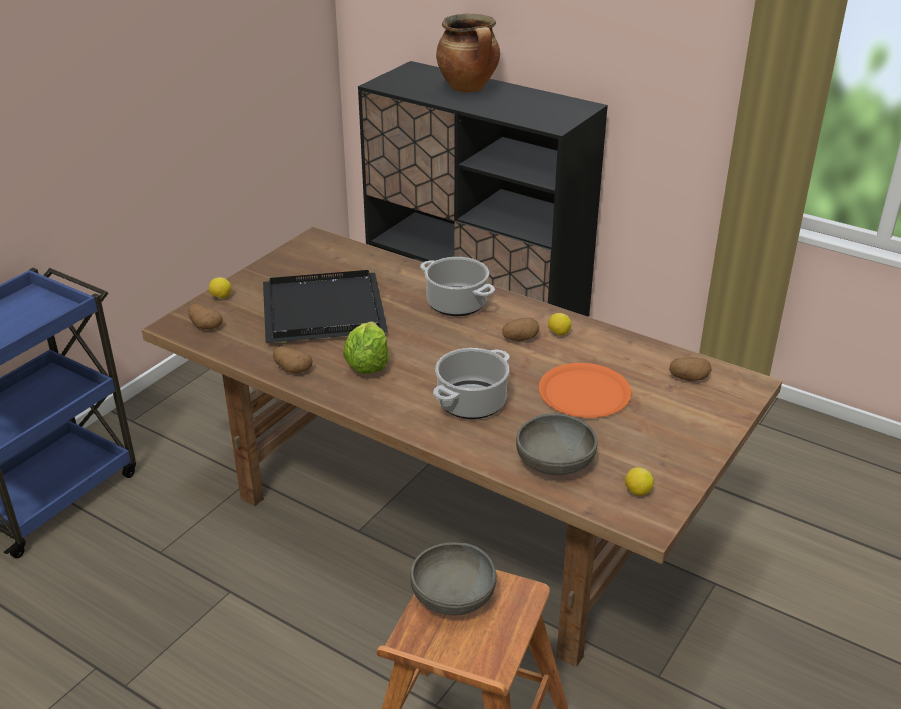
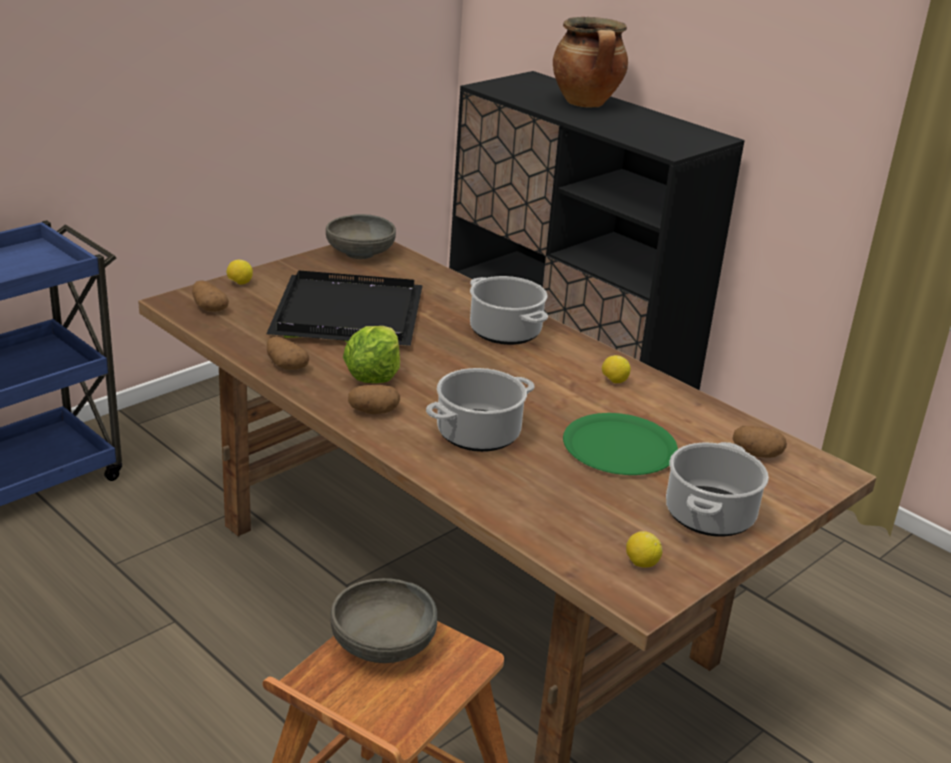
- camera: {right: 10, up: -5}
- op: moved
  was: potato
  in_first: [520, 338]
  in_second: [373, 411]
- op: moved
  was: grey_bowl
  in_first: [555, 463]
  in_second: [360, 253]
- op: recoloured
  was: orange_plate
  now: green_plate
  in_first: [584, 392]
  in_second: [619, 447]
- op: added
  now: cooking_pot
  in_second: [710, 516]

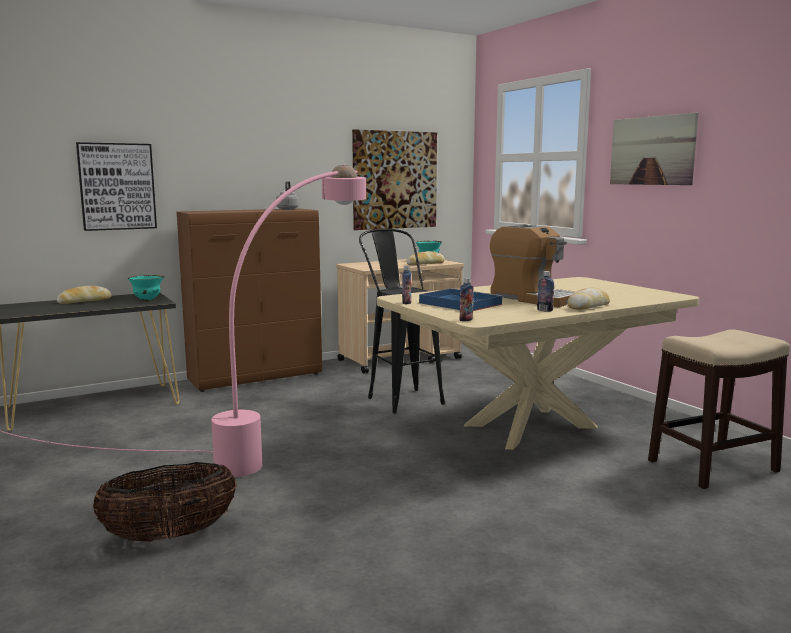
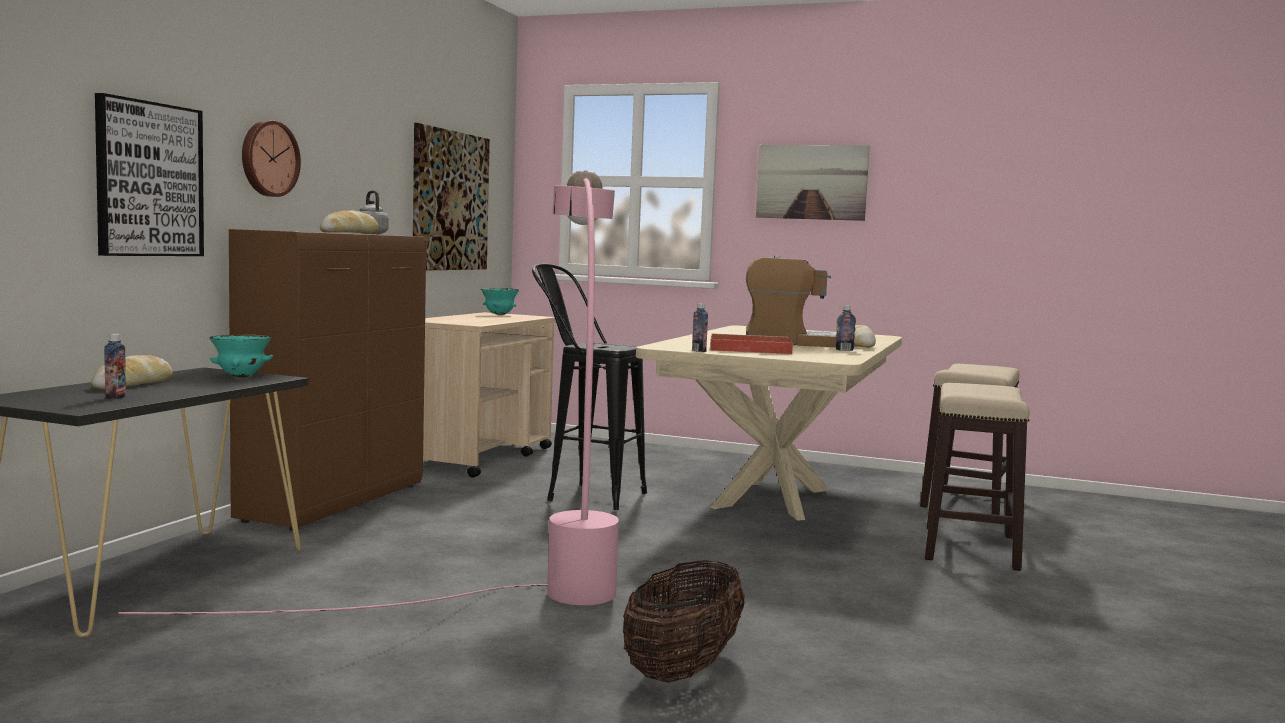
- camera: {right: -40, up: -5}
- op: moved
  was: bread
  in_first: [425, 264]
  in_second: [349, 233]
- op: recoloured
  was: blue_tray
  now: red_tray
  in_first: [458, 303]
  in_second: [748, 349]
- op: moved
  was: bottle
  in_first: [466, 320]
  in_second: [115, 397]
- op: added
  now: wall_clock
  in_second: [268, 158]
- op: added
  now: stool
  in_second: [970, 548]

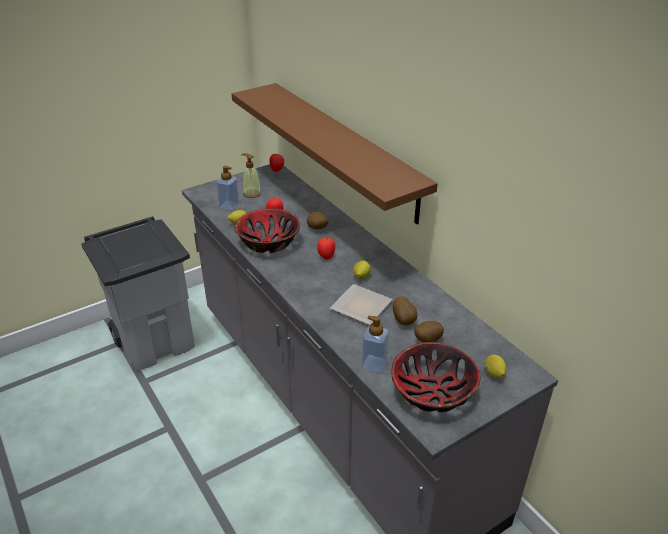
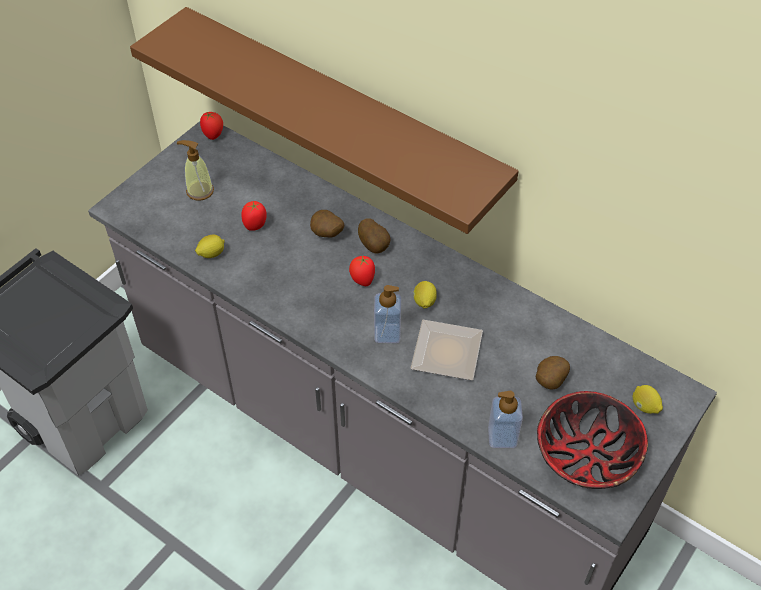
- camera: {right: -20, up: 15}
- op: moved
  was: soap_dispenser
  in_first: [229, 206]
  in_second: [387, 333]
- op: removed
  was: bowl
  in_first: [268, 242]
- op: moved
  was: potato
  in_first: [404, 320]
  in_second: [374, 245]

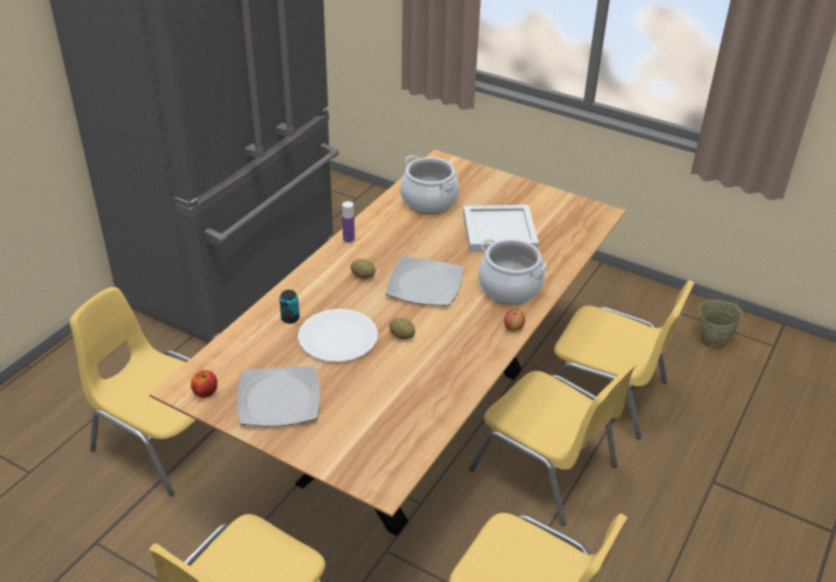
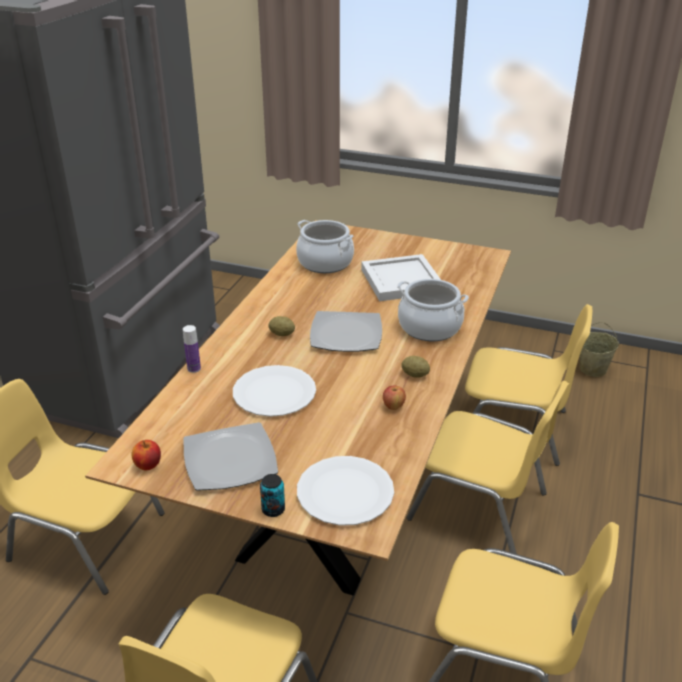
- camera: {right: -10, up: -5}
- op: moved
  was: can
  in_first: [290, 318]
  in_second: [273, 509]
- op: moved
  was: bottle
  in_first: [348, 239]
  in_second: [194, 368]
- op: moved
  was: potato
  in_first: [402, 336]
  in_second: [415, 375]
- op: moved
  was: apple
  in_first: [513, 328]
  in_second: [393, 406]
- op: added
  now: white_plate
  in_second: [345, 492]

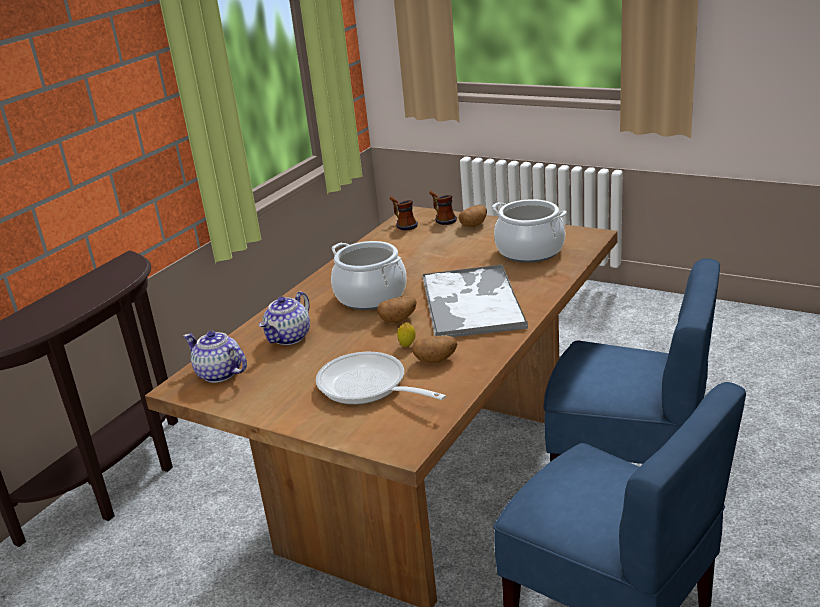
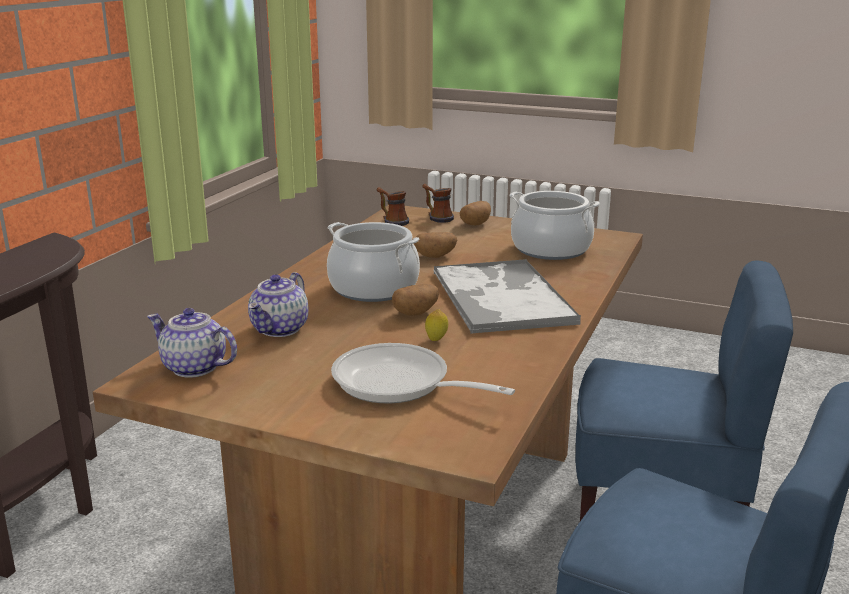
- camera: {right: -10, up: -5}
- op: moved
  was: potato
  in_first: [435, 360]
  in_second: [435, 256]

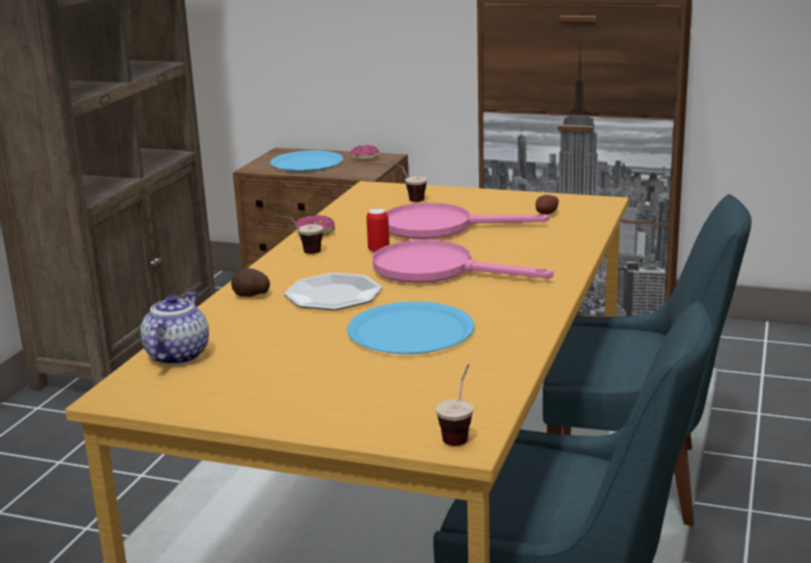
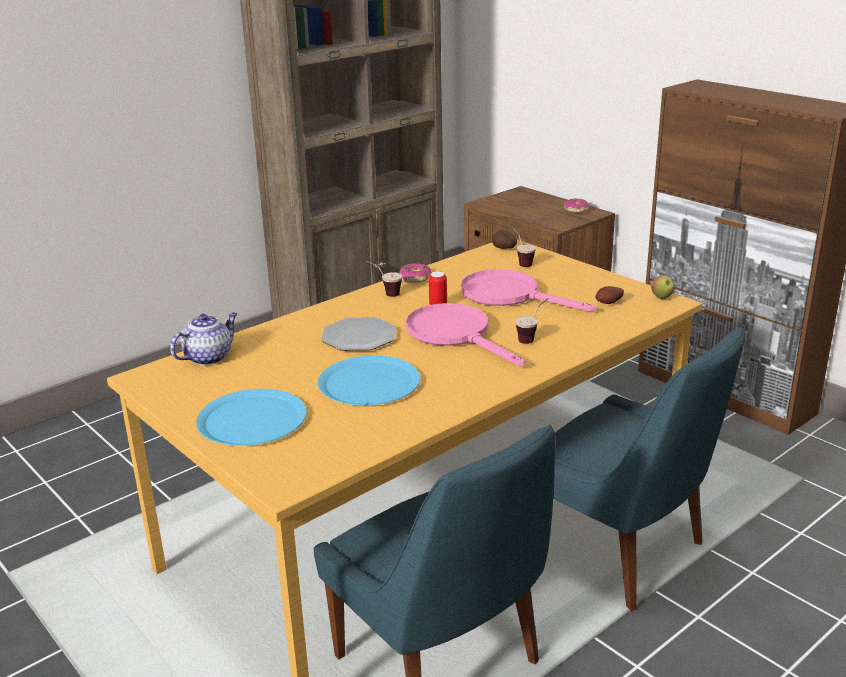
- camera: {right: 30, up: 5}
- op: moved
  was: potato
  in_first: [251, 295]
  in_second: [504, 248]
- op: moved
  was: blue_plate
  in_first: [306, 163]
  in_second: [252, 419]
- op: moved
  was: cup
  in_first: [459, 433]
  in_second: [532, 338]
- op: added
  now: apple
  in_second: [662, 298]

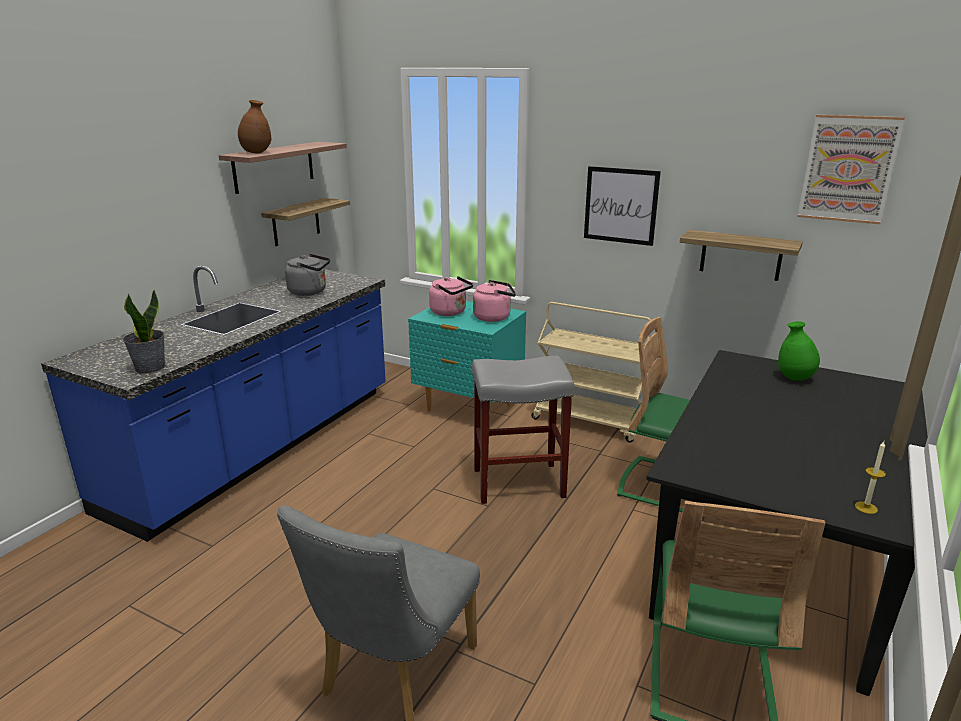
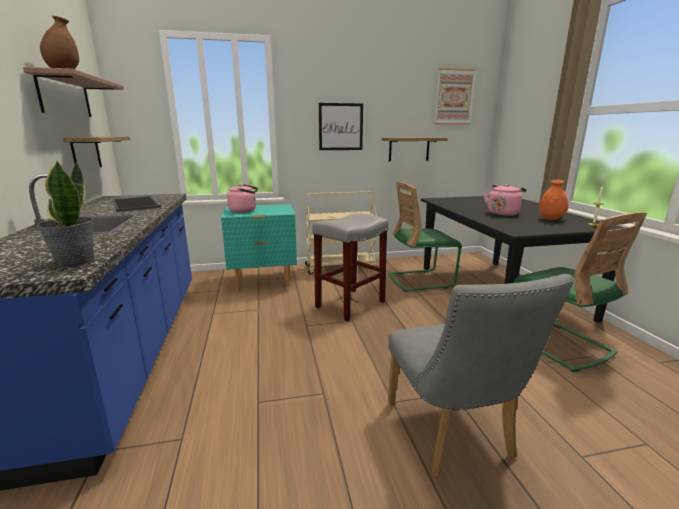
- camera: {right: -40, up: -5}
- op: replaced
  was: grey_kettle
  now: tray
  in_first: [310, 292]
  in_second: [137, 204]
- op: moved
  was: pink_kettle
  in_first: [494, 317]
  in_second: [503, 213]
- op: removed
  was: green_vase
  in_first: [794, 378]
- op: added
  now: orange_vase
  in_second: [550, 219]

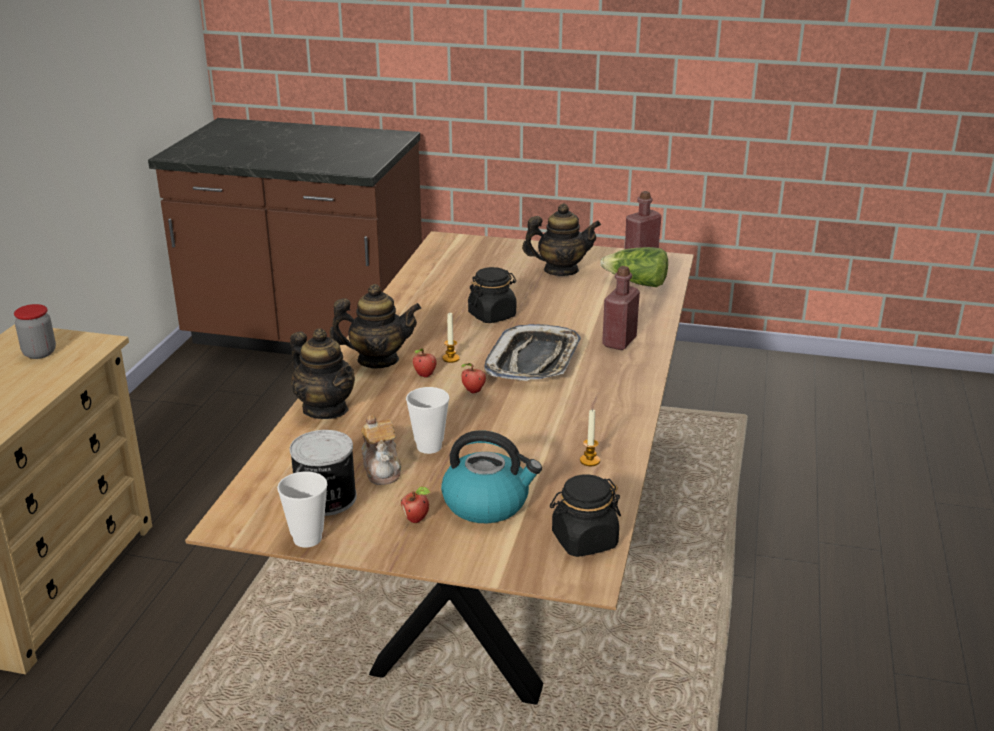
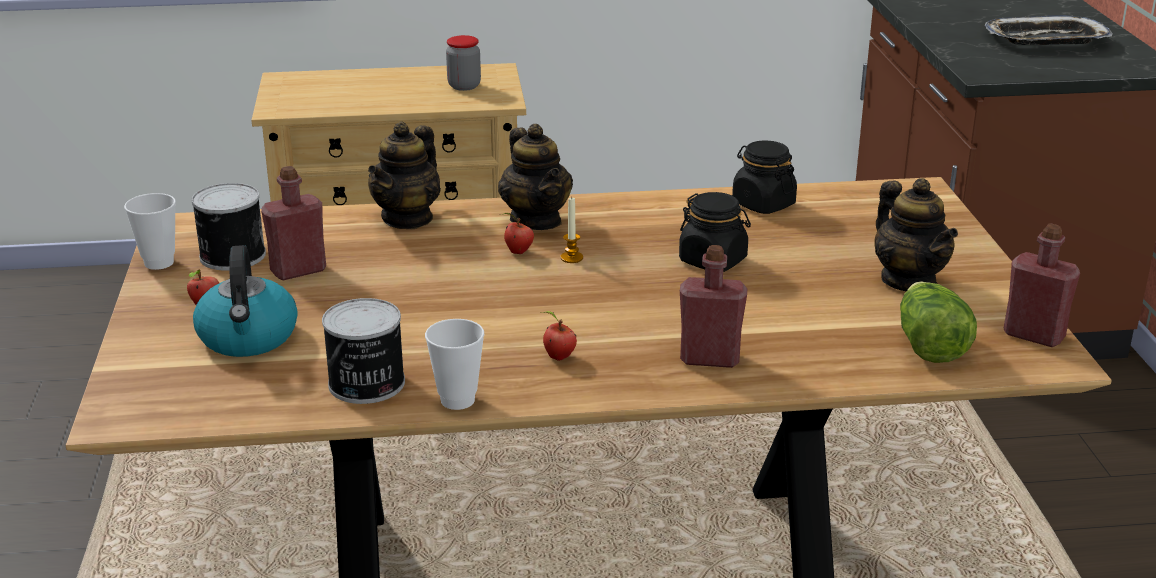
- camera: {right: 70, up: 0}
- op: replaced
  was: teapot
  now: red_bottle
  in_first: [382, 469]
  in_second: [298, 270]
- op: moved
  was: cup
  in_first: [429, 447]
  in_second: [457, 400]
- op: moved
  was: apple
  in_first: [473, 391]
  in_second: [557, 357]
- op: moved
  was: tray
  in_first: [534, 361]
  in_second: [1045, 40]
- op: moved
  was: black_jar
  in_first: [584, 541]
  in_second: [763, 204]
- op: replaced
  was: candle
  now: can
  in_first: [590, 461]
  in_second: [366, 384]

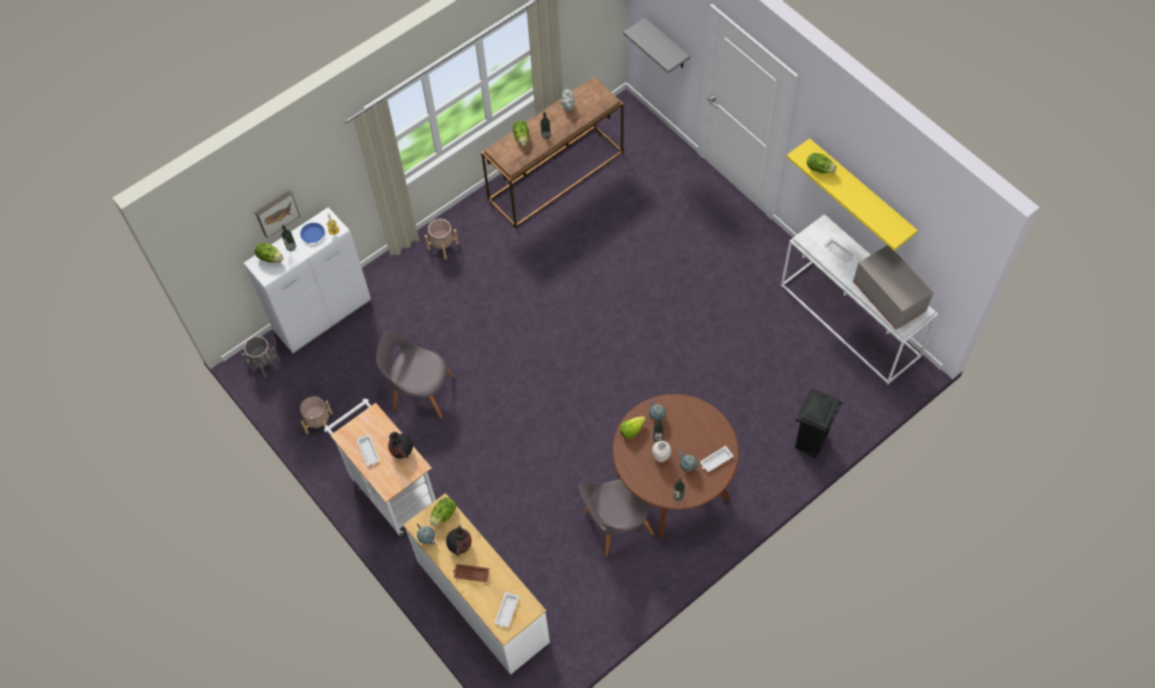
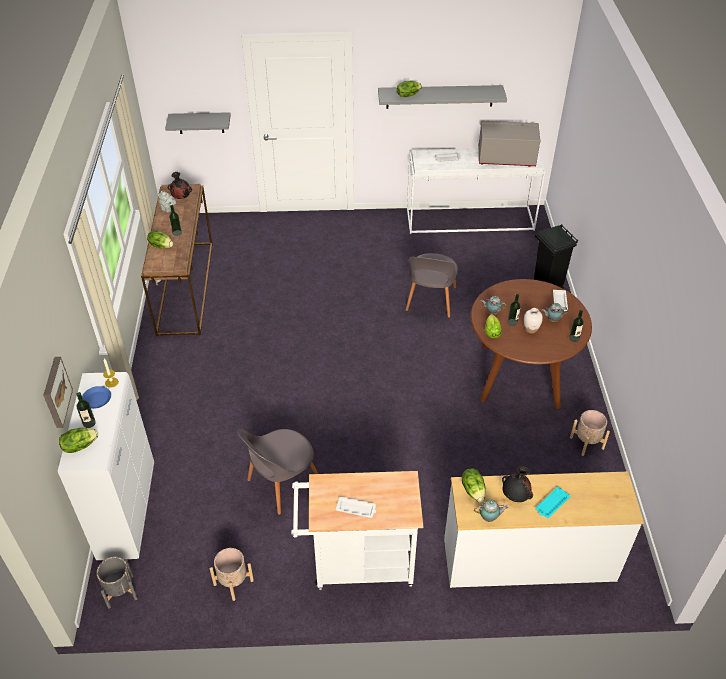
- camera: {right: -55, up: -15}
- op: moved
  was: black_vase
  in_first: [401, 450]
  in_second: [181, 197]
- op: moved
  was: beige_planter
  in_first: [443, 246]
  in_second: [587, 443]
- op: recoloured
  was: brown_tray
  now: turquoise_tray
  in_first: [471, 574]
  in_second: [551, 504]
- op: removed
  was: white_tray
  in_first: [506, 611]
- op: moved
  was: grey_chair
  in_first: [615, 524]
  in_second: [430, 301]
- op: recoloured
  was: yellow_shelf
  now: grey_shelf
  in_first: [860, 191]
  in_second: [439, 96]

